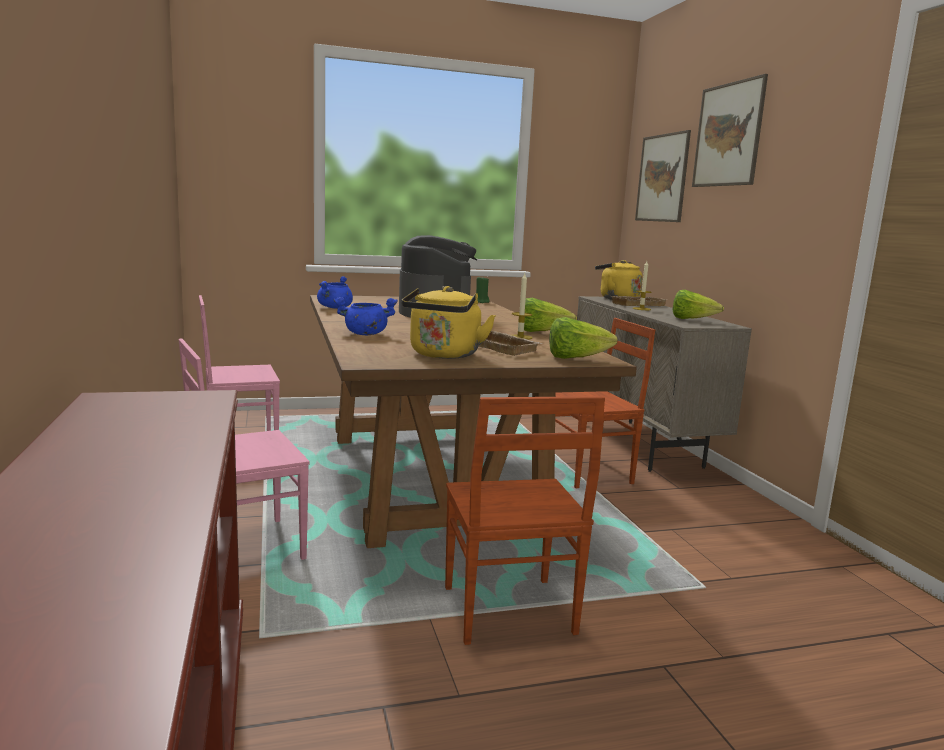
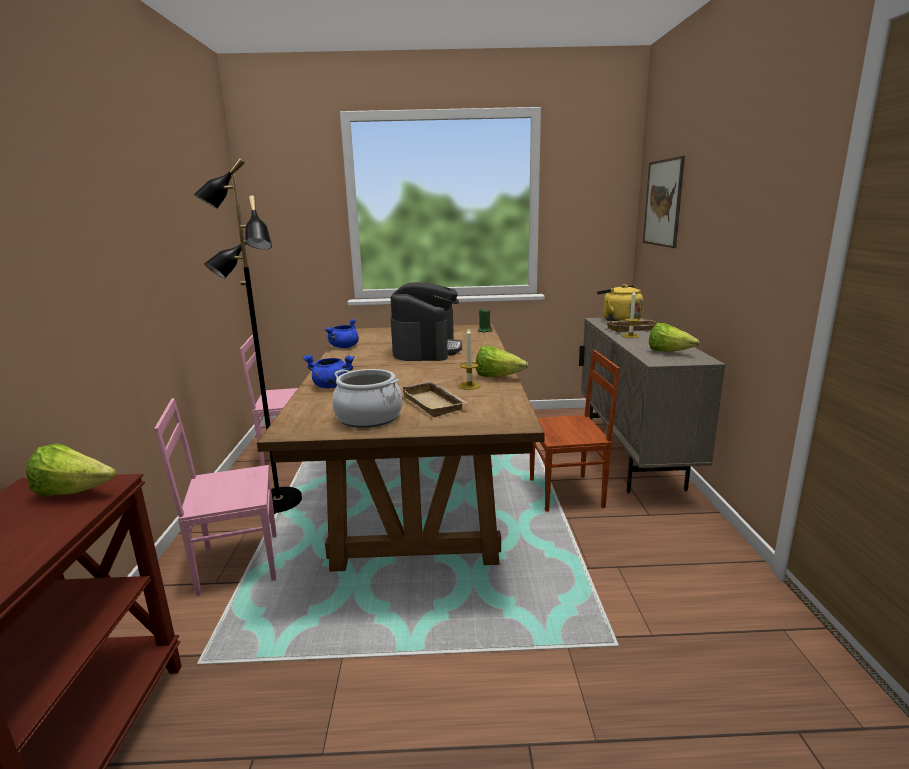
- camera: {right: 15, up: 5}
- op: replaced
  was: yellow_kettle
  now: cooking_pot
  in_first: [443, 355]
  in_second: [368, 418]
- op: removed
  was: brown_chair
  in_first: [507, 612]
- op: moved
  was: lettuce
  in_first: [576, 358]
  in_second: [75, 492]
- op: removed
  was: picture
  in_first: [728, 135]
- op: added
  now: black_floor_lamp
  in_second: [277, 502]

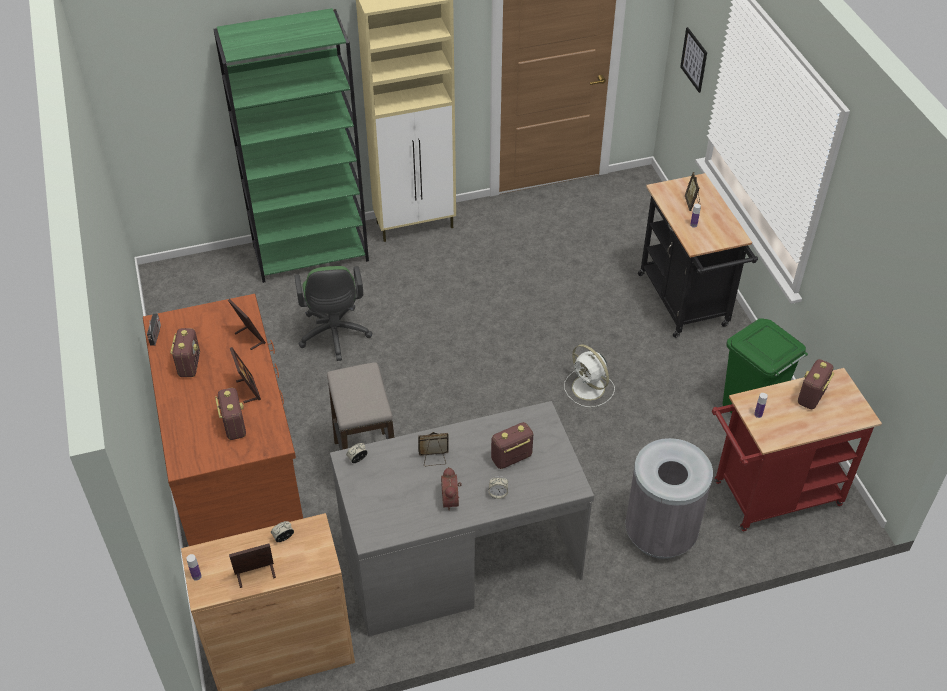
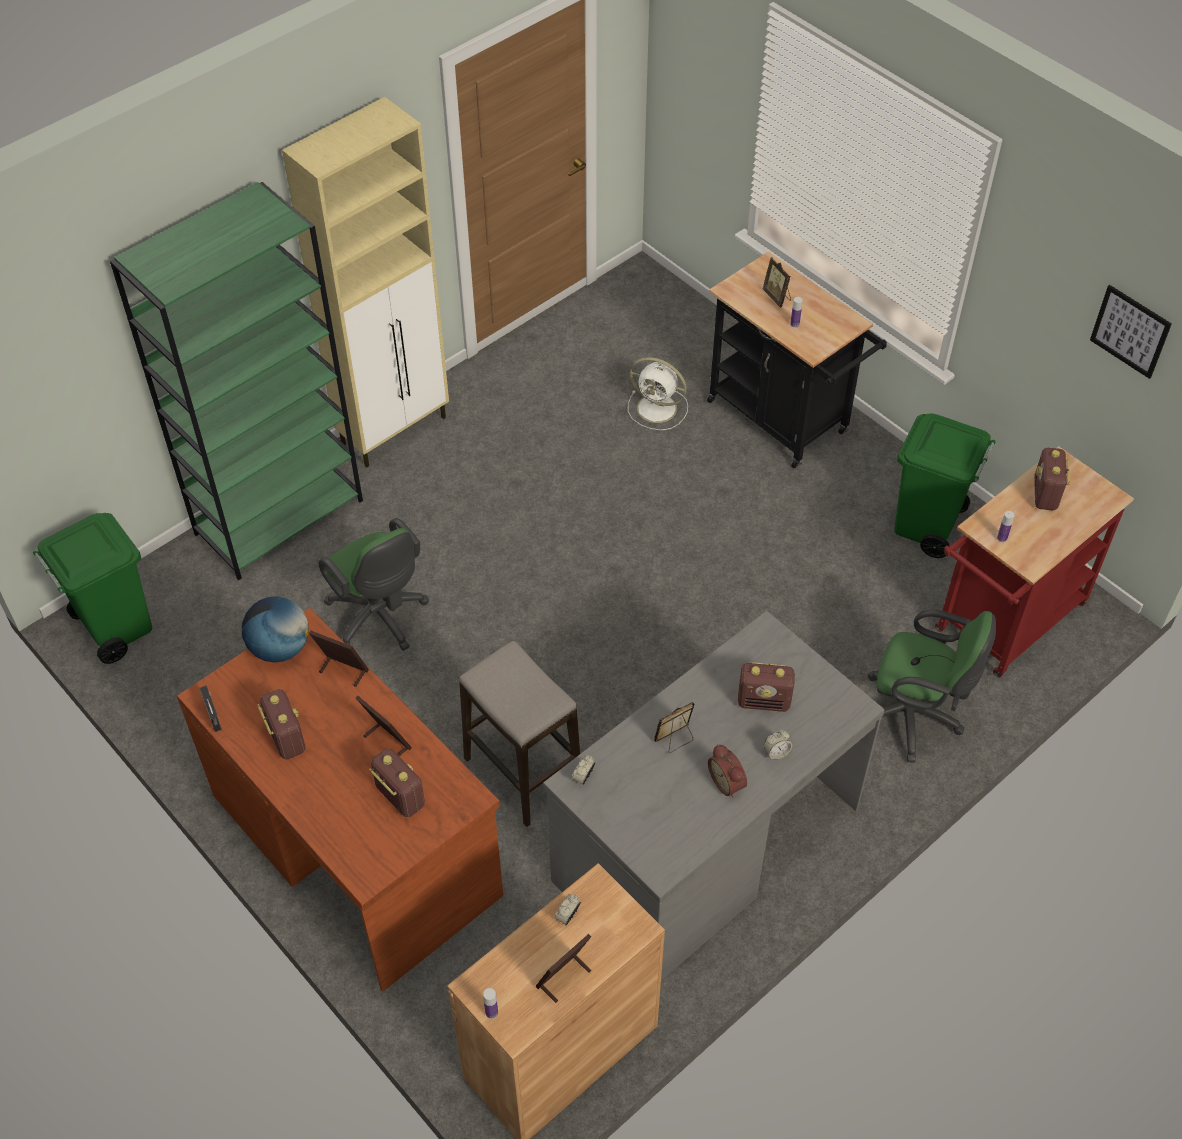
- camera: {right: -25, up: 5}
- op: turned
  was: radio
  in_first: [511, 458]
  in_second: [764, 701]
  clockwise: -120
- op: moved
  was: white_fan
  in_first: [589, 389]
  in_second: [658, 409]
- op: replaced
  was: grey_trash_can
  now: green_office_chair
  in_first: [660, 534]
  in_second: [912, 718]
- op: moved
  was: picture
  in_first: [694, 59]
  in_second: [1130, 331]
- op: added
  now: green_trash_can
  in_second: [115, 627]
- op: added
  now: globe
  in_second: [280, 648]

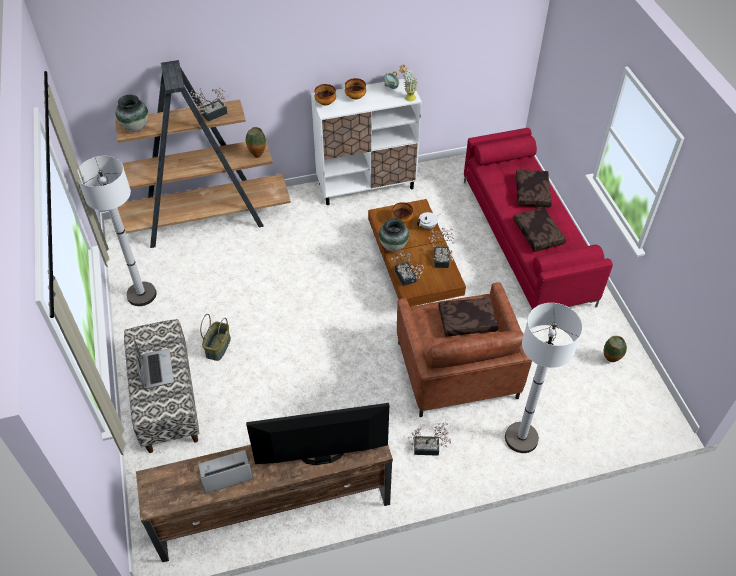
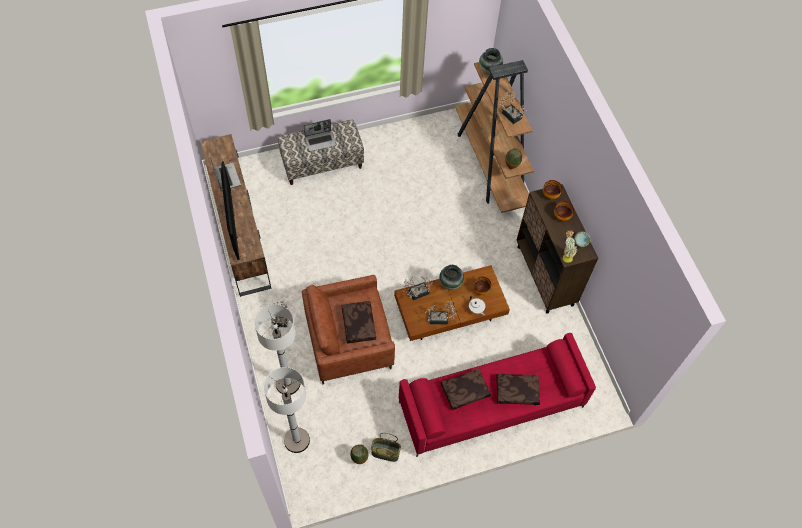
- camera: {right: 85, up: 10}
- op: moved
  was: white_floor_lamp
  in_first: [141, 294]
  in_second: [297, 440]
- op: moved
  was: basket
  in_first: [218, 347]
  in_second: [385, 453]
- op: recoloured
  was: white_cabinet
  now: brown_cabinet
  in_first: [366, 186]
  in_second: [545, 276]

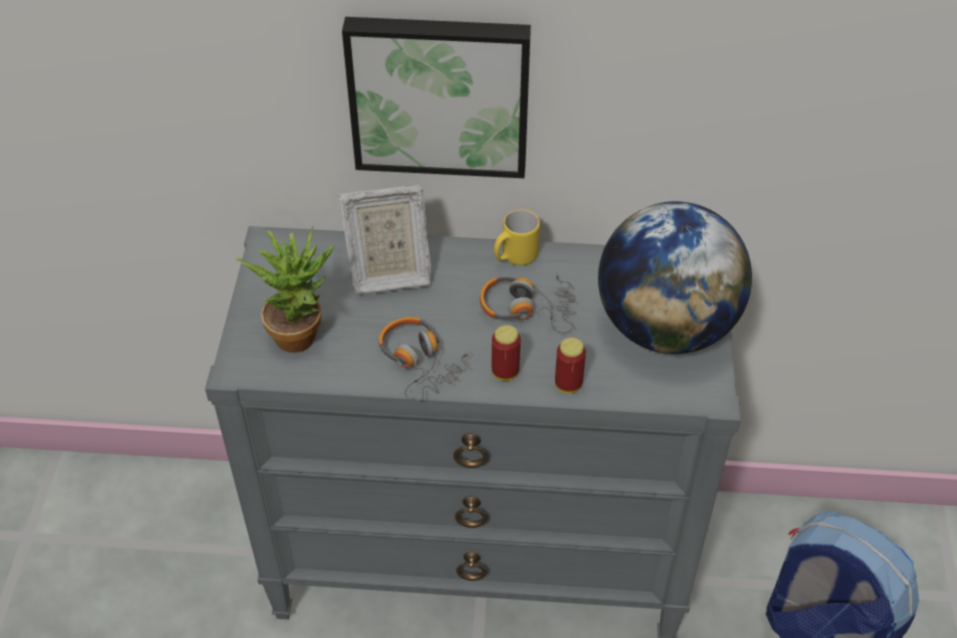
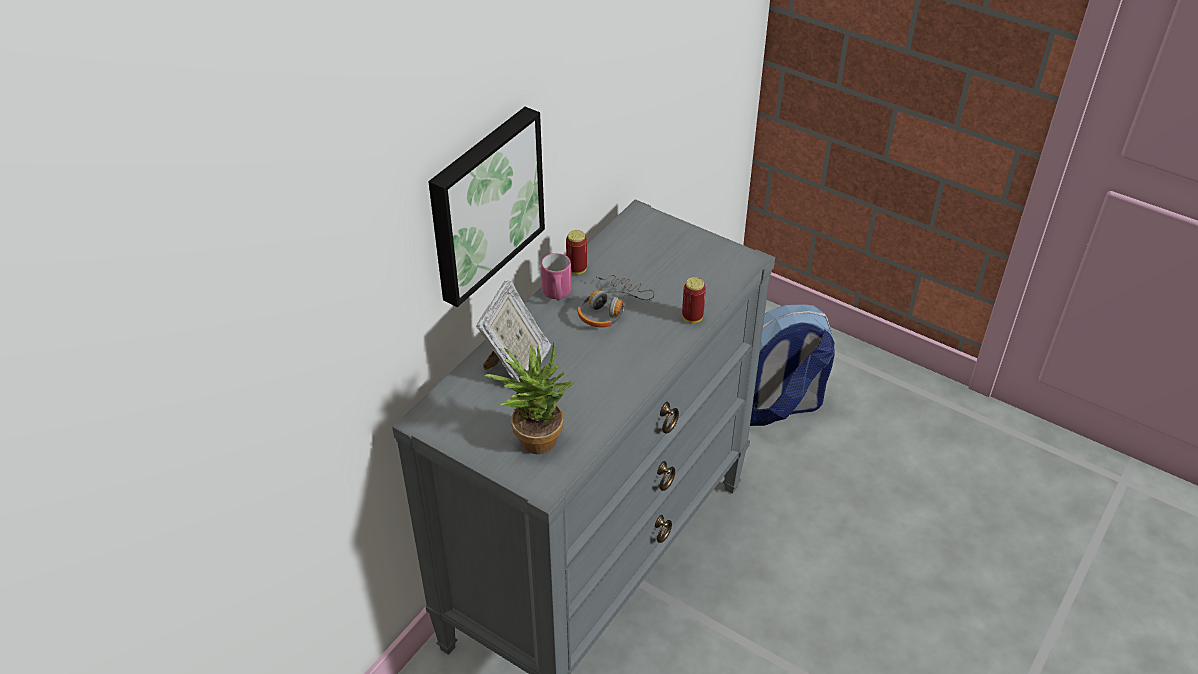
- camera: {right: -60, up: -5}
- op: removed
  was: headphones
  in_first: [419, 362]
- op: moved
  was: can
  in_first: [505, 372]
  in_second: [576, 269]
- op: recoloured
  was: yellow_mug
  now: pink_mug
  in_first: [514, 257]
  in_second: [557, 295]
- op: removed
  was: globe
  in_first: [665, 327]

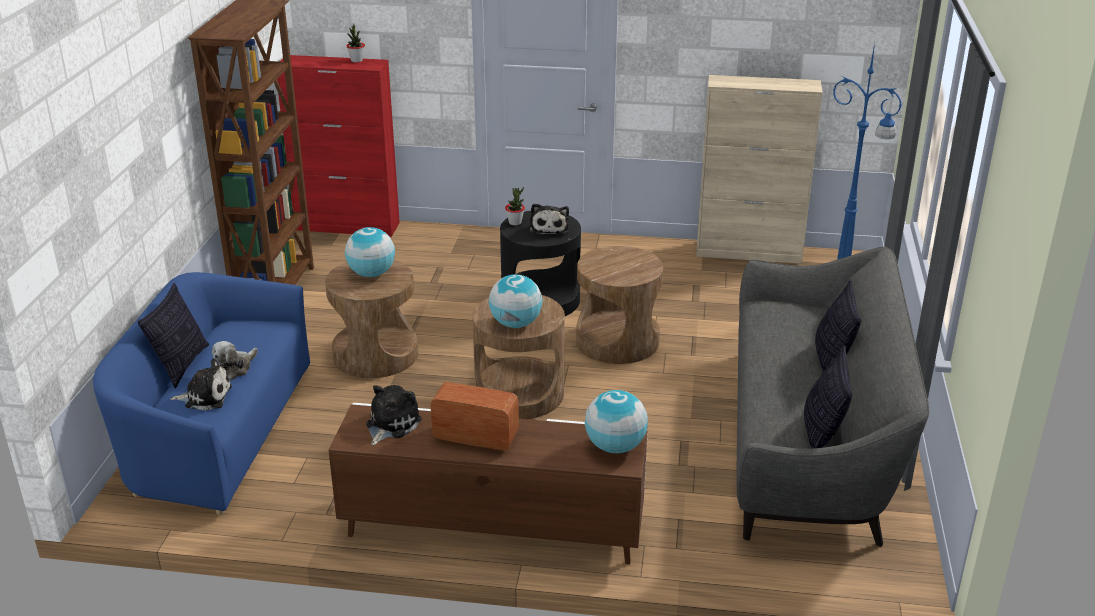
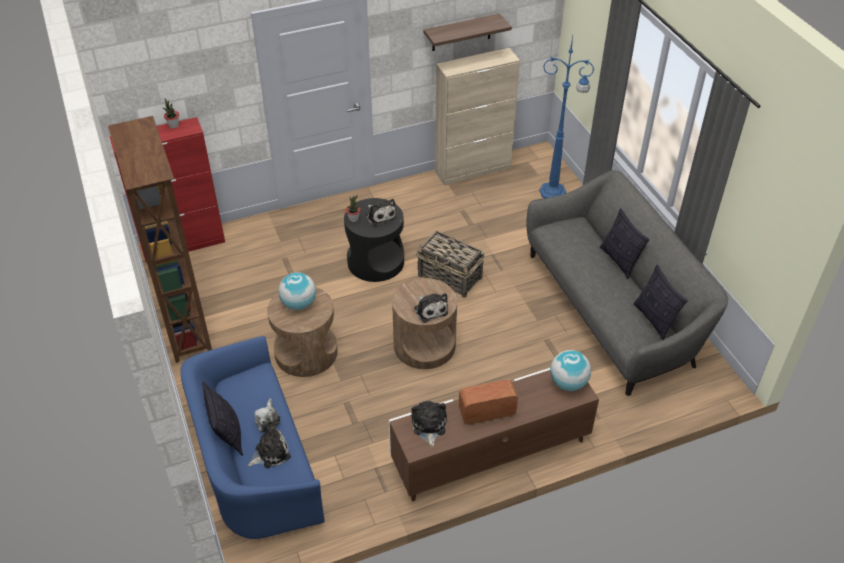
- camera: {right: -30, up: 15}
- op: replaced
  was: globe
  now: plush_toy
  in_first: [515, 324]
  in_second: [430, 309]
- op: replaced
  was: brown_side_table
  now: basket
  in_first: [617, 341]
  in_second: [450, 277]
- op: added
  now: shelf
  in_second: [461, 32]

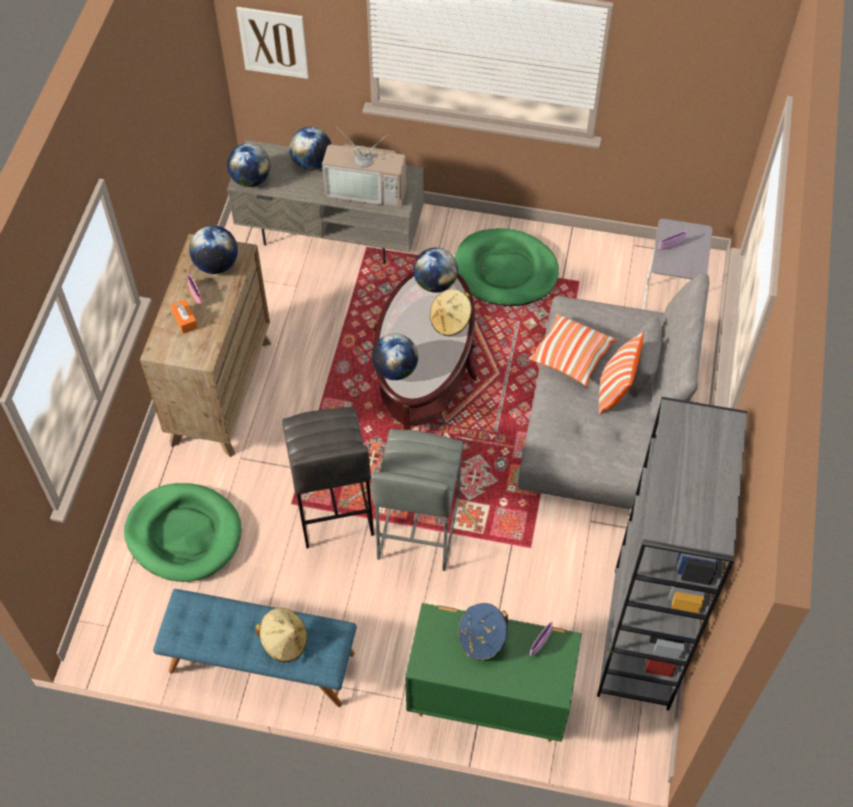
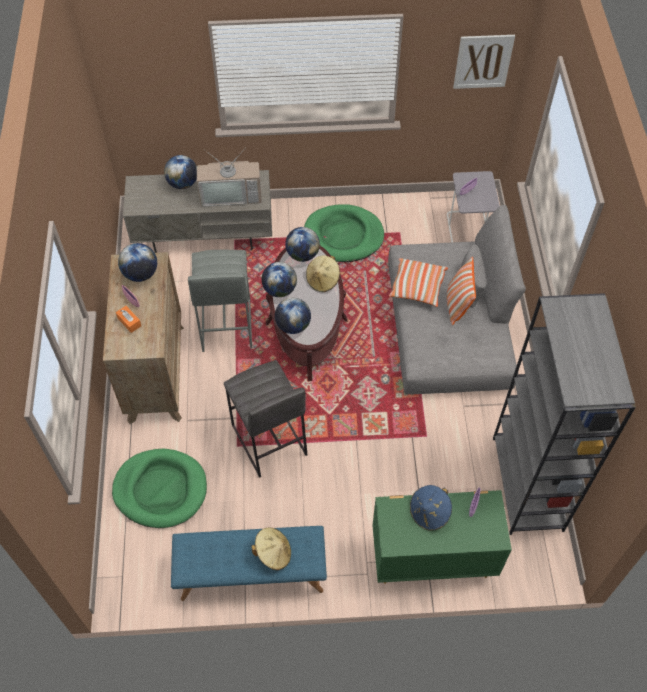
- camera: {right: -15, up: 0}
- op: moved
  was: globe
  in_first: [251, 179]
  in_second: [279, 290]
- op: moved
  was: picture
  in_first: [273, 42]
  in_second: [483, 61]
- op: moved
  was: grey_stool
  in_first: [417, 528]
  in_second: [226, 325]

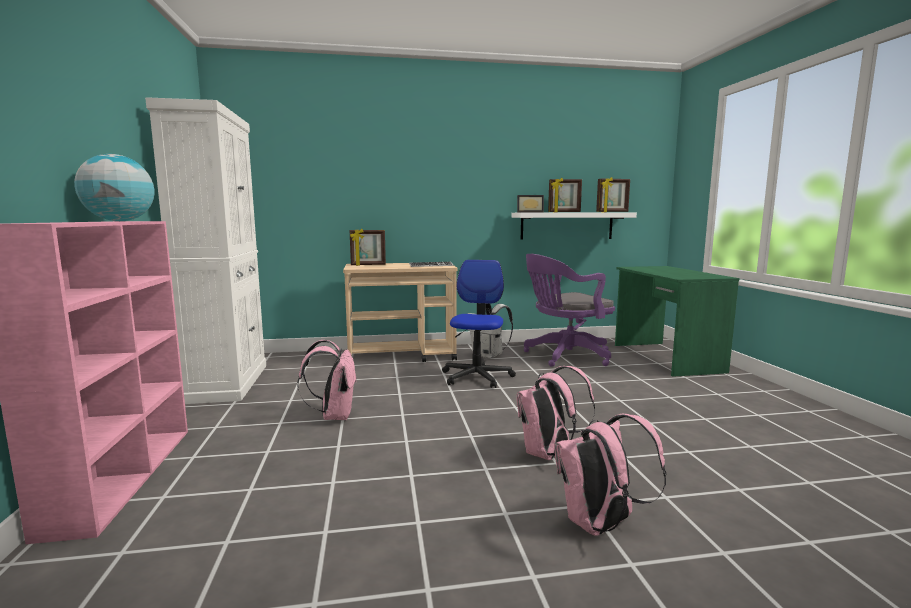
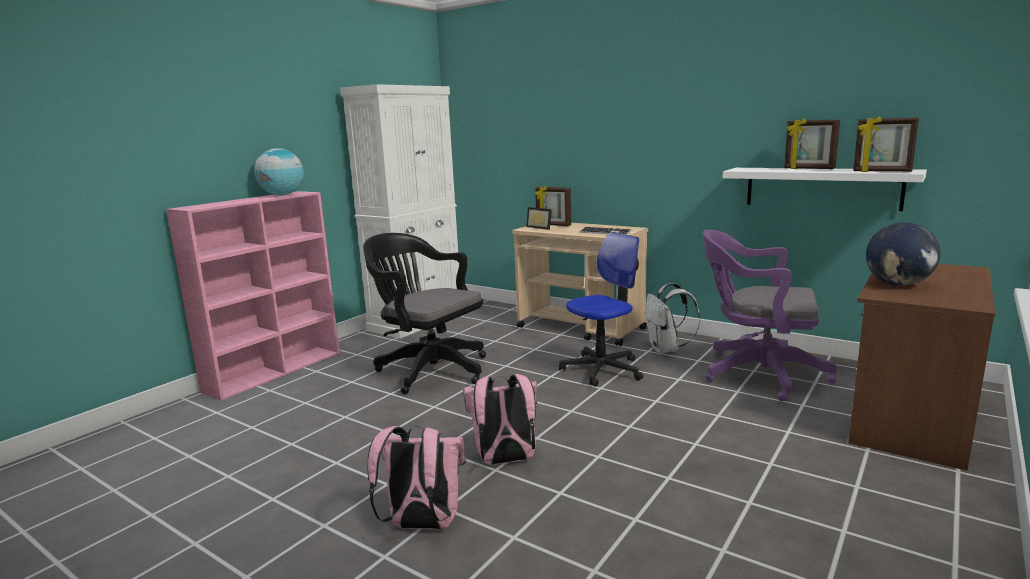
- camera: {right: 45, up: 5}
- op: replaced
  was: pink_backpack
  now: black_office_chair
  in_first: [334, 416]
  in_second: [429, 369]
- op: moved
  was: picture_frame
  in_first: [529, 212]
  in_second: [541, 227]
- op: recoloured
  was: green_desk
  now: brown_desk
  in_first: [665, 358]
  in_second: [909, 417]
- op: added
  now: globe
  in_second: [898, 284]

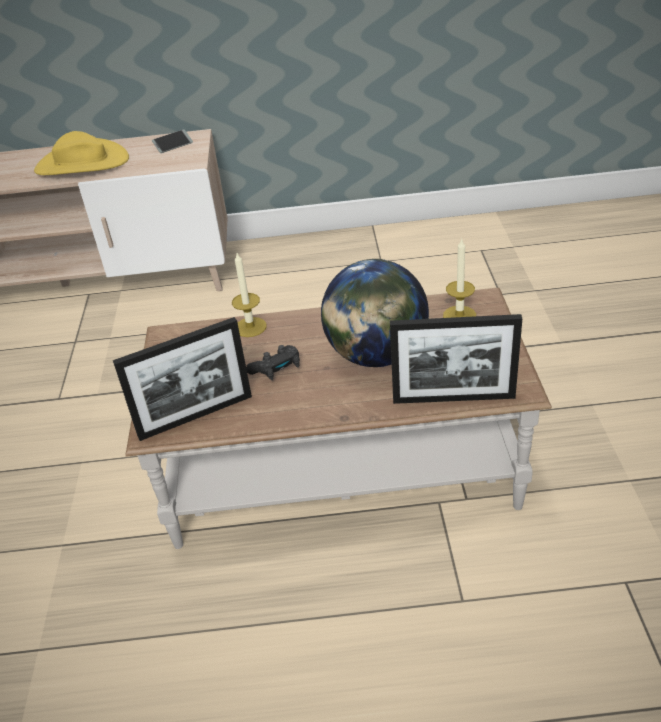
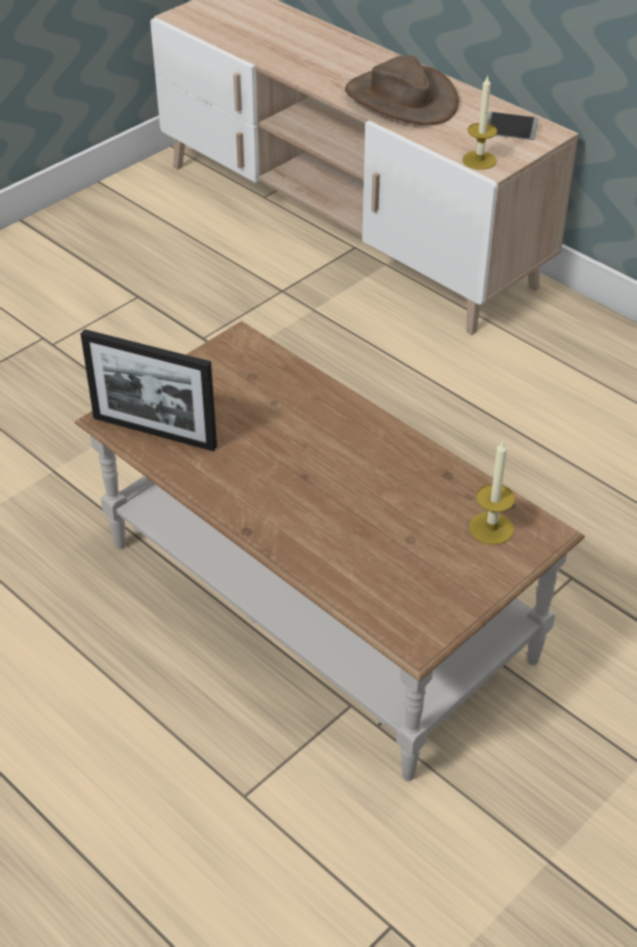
- camera: {right: 45, up: 5}
- op: recoloured
  was: yellow_hat
  now: brown_hat
  in_first: [82, 164]
  in_second: [401, 99]
- op: moved
  was: candle
  in_first: [250, 327]
  in_second: [479, 160]
- op: removed
  was: black_game_controller
  in_first: [277, 370]
- op: removed
  was: globe
  in_first: [376, 356]
- op: removed
  was: picture_frame
  in_first: [453, 398]

